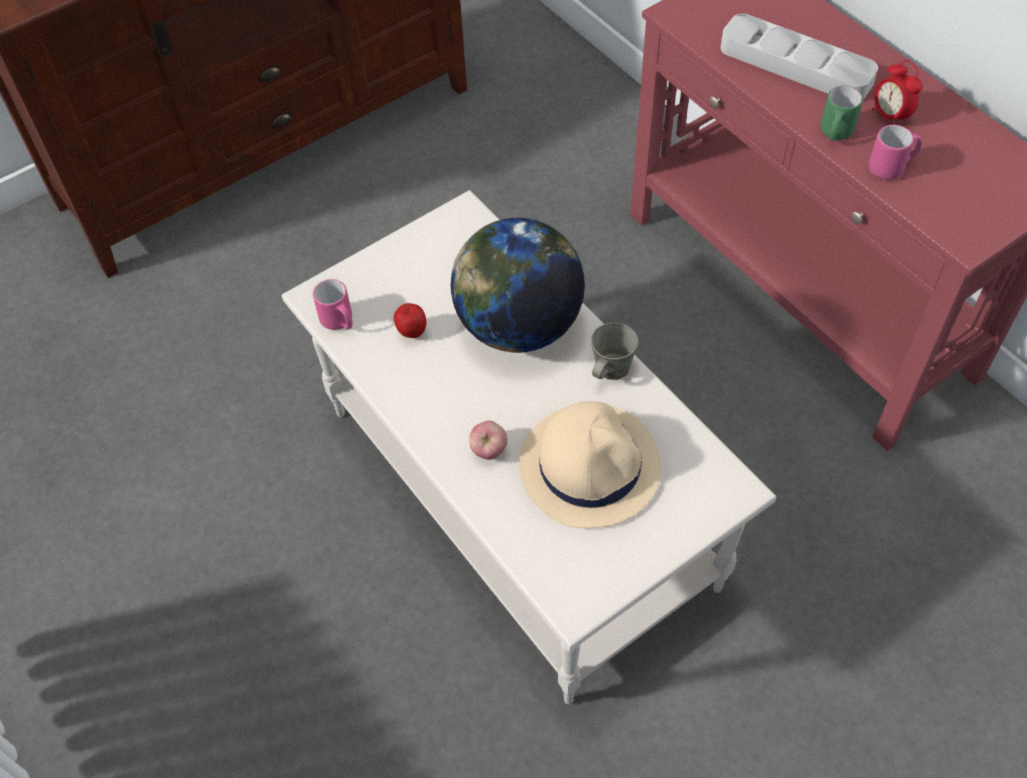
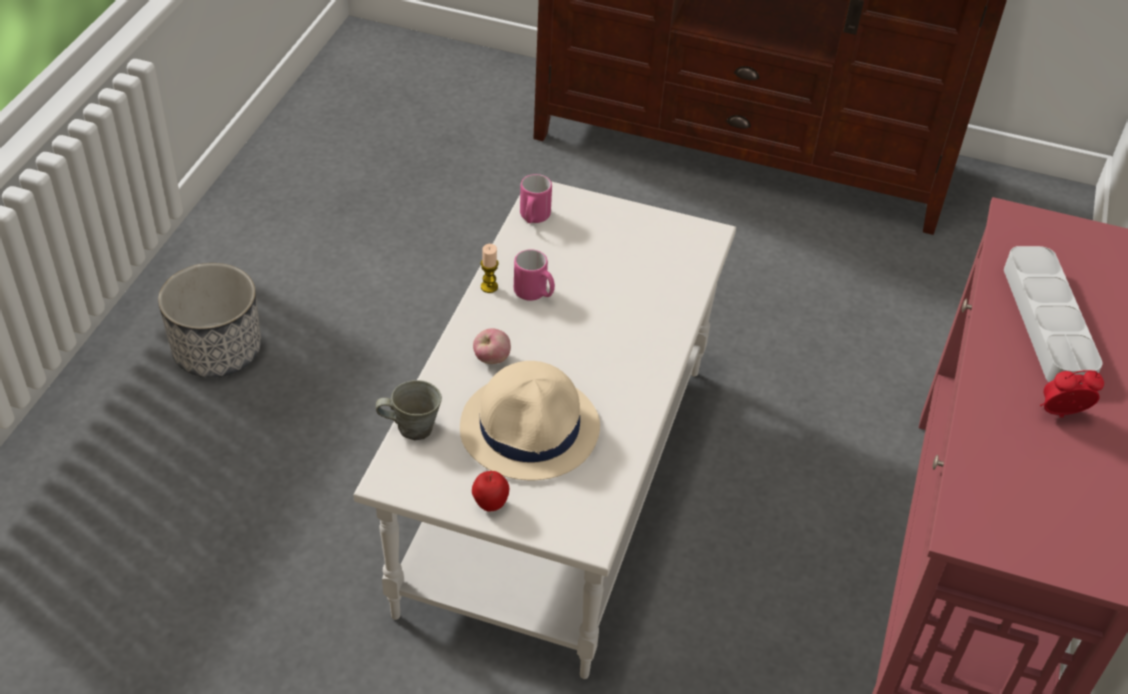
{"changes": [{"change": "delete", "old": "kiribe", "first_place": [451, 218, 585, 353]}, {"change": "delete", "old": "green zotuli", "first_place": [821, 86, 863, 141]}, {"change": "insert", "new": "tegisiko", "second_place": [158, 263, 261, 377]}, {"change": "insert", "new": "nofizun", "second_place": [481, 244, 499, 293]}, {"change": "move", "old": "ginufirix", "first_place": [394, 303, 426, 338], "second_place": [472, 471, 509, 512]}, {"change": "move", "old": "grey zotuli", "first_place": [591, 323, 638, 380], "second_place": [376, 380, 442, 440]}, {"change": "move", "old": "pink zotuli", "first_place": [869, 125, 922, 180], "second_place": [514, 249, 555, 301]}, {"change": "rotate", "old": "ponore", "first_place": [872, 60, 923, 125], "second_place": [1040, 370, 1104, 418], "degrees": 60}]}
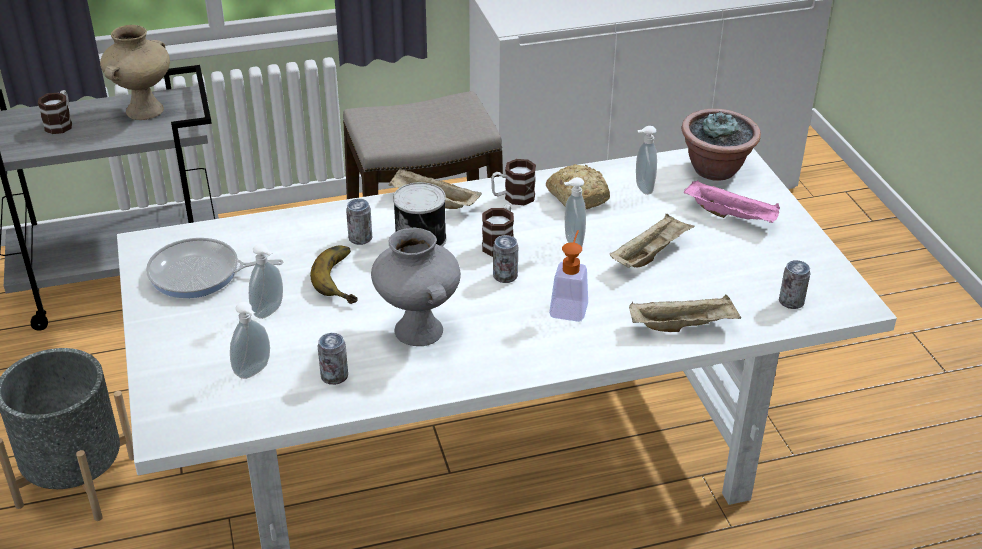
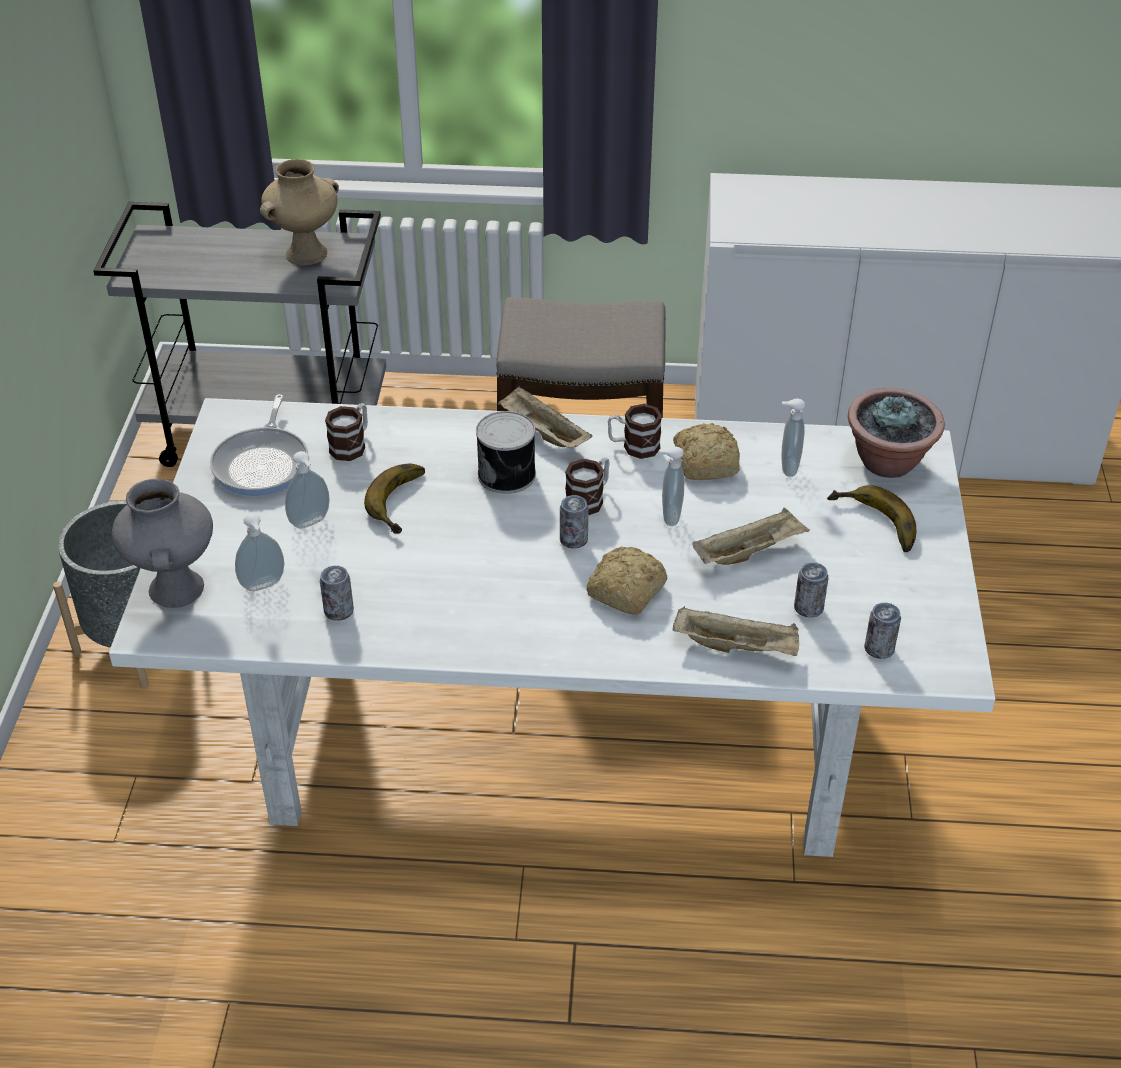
{"changes": [{"change": "move", "old": "zotuli", "first_place": [38, 90, 72, 134], "second_place": [325, 403, 368, 461]}, {"change": "move", "old": "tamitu", "first_place": [346, 199, 372, 245], "second_place": [794, 562, 828, 618]}, {"change": "move", "old": "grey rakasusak", "first_place": [371, 227, 461, 346], "second_place": [112, 479, 213, 608]}, {"change": "replace", "old": "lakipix", "new": "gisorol", "first_place": [549, 230, 588, 322], "second_place": [586, 547, 667, 615]}, {"change": "replace", "old": "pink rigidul", "new": "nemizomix", "first_place": [684, 180, 780, 223], "second_place": [827, 485, 916, 552]}, {"change": "rotate", "old": "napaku", "first_place": [146, 238, 284, 298], "second_place": [210, 394, 308, 496], "degrees": -105}]}
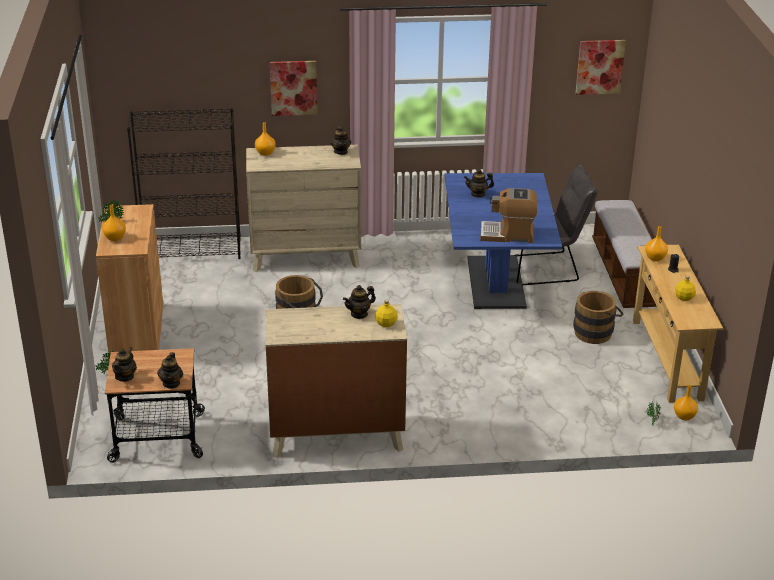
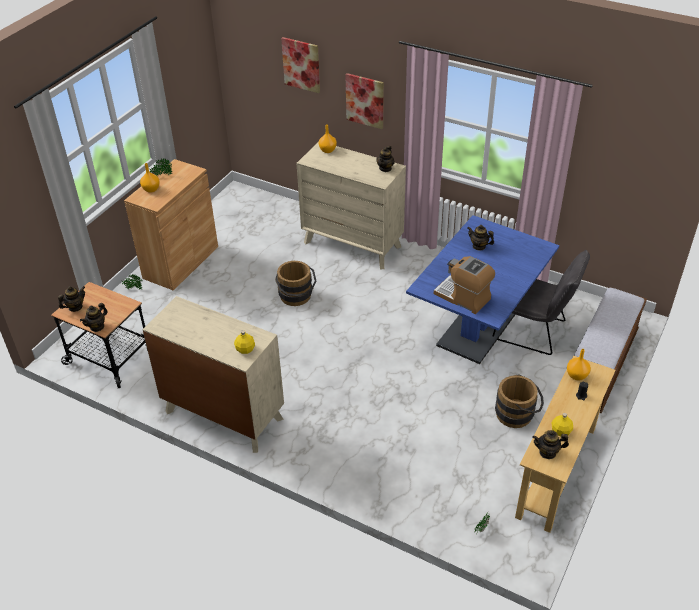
{"changes": [{"change": "delete", "old": "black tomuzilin", "first_place": [127, 108, 241, 259]}, {"change": "delete", "old": "orange rakasusak", "first_place": [674, 385, 698, 420]}, {"change": "move", "old": "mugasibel", "first_place": [343, 285, 376, 319], "second_place": [532, 430, 569, 459]}, {"change": "move", "old": "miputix", "first_place": [575, 40, 626, 95], "second_place": [281, 37, 320, 93]}]}
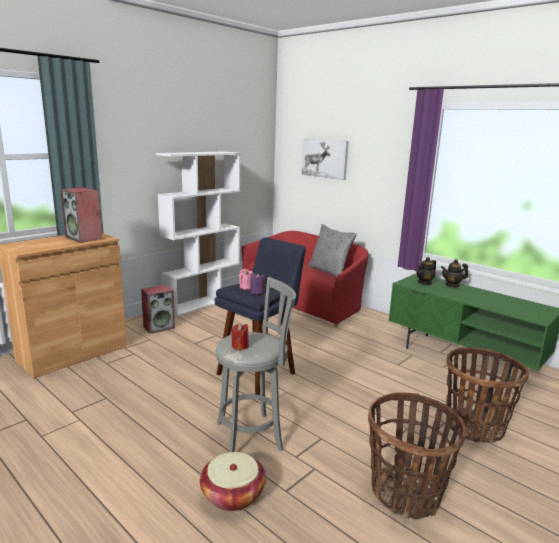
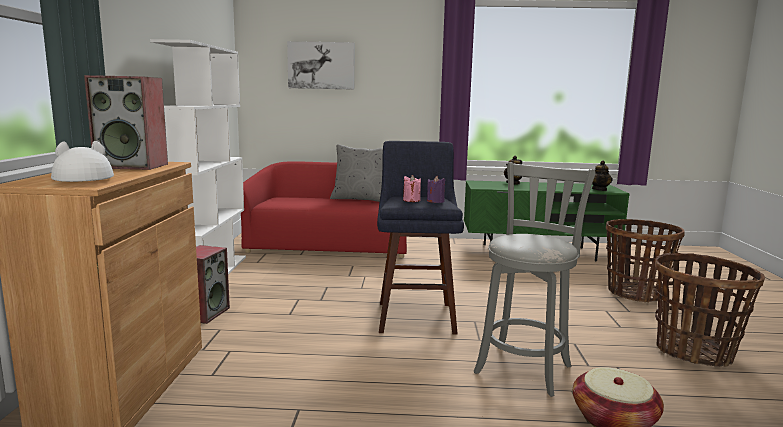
{"changes": [{"change": "delete", "old": "red nofizun", "first_place": [231, 323, 249, 350]}, {"change": "insert", "new": "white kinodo", "second_place": [51, 141, 114, 182]}, {"change": "move", "old": "mugasibel", "first_place": [416, 257, 436, 285], "second_place": [592, 160, 613, 191]}]}
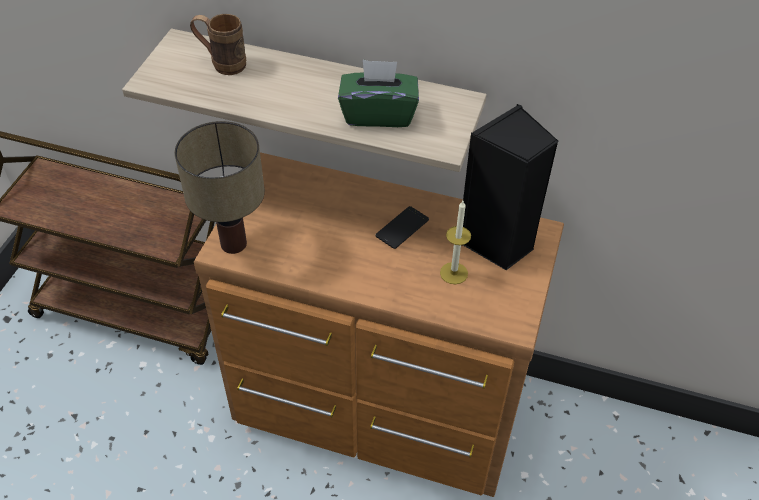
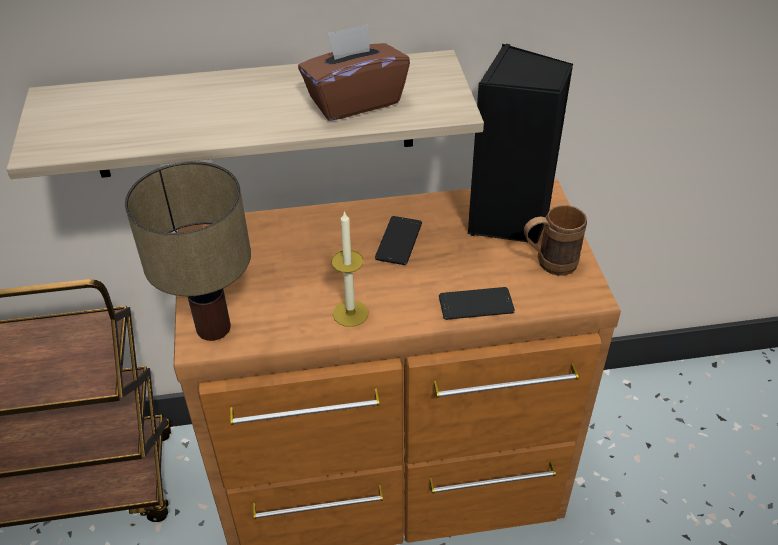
{"changes": [{"change": "insert", "new": "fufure", "second_place": [439, 287, 515, 320]}, {"change": "move", "old": "brown zotuli", "first_place": [190, 14, 246, 75], "second_place": [524, 205, 587, 276]}, {"change": "move", "old": "nofizun", "first_place": [440, 201, 471, 284], "second_place": [331, 211, 369, 327]}, {"change": "recolor", "old": "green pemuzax", "new": "brown pemuzax", "first_place": [338, 60, 419, 127], "second_place": [298, 24, 410, 121]}]}
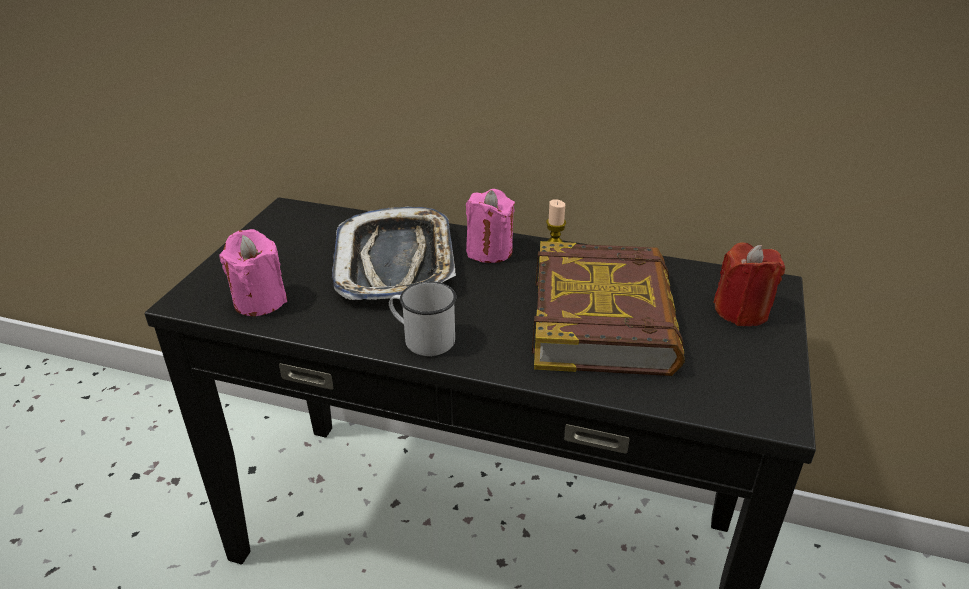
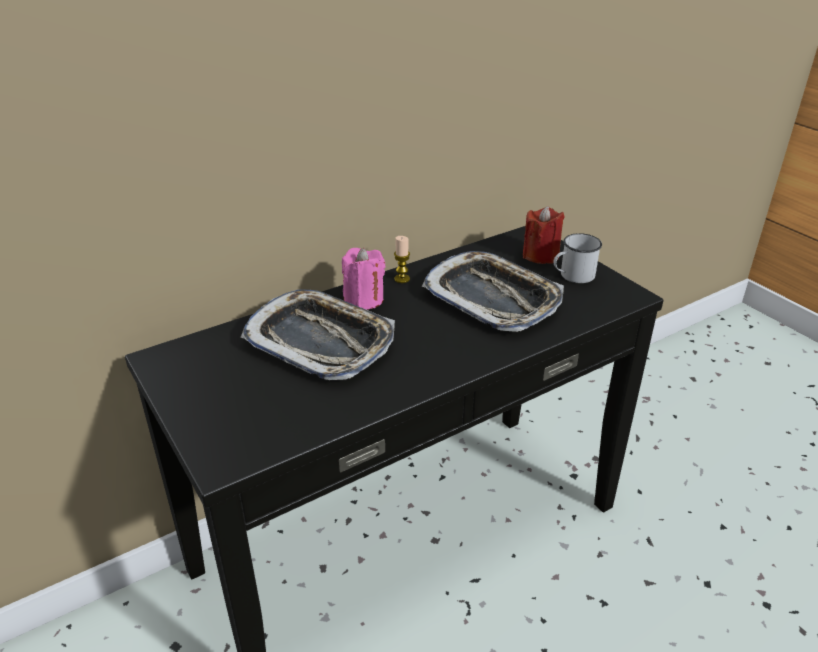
{"changes": [{"change": "delete", "old": "pink nofizun", "first_place": [219, 229, 287, 316]}, {"change": "move", "old": "white zotuli", "first_place": [389, 281, 456, 356], "second_place": [553, 233, 602, 283]}, {"change": "replace", "old": "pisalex", "new": "rigidul", "first_place": [532, 241, 685, 376], "second_place": [422, 251, 564, 332]}]}
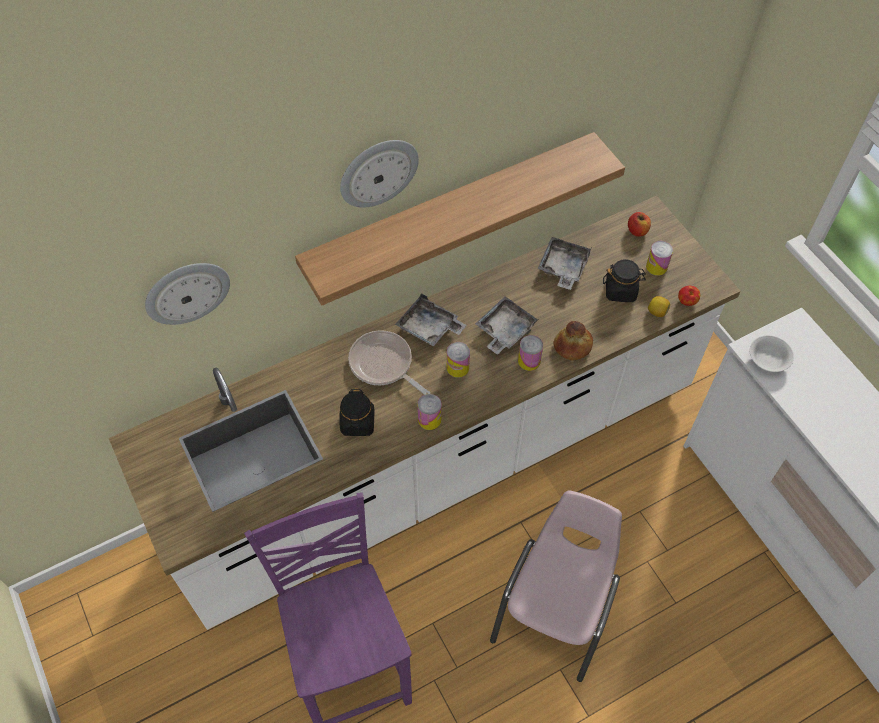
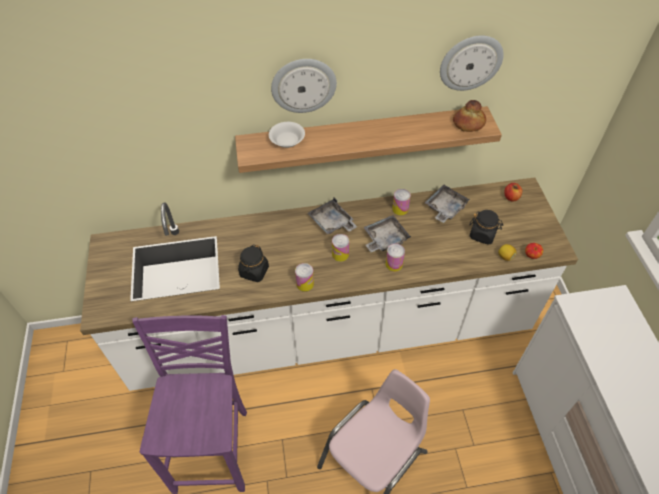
{"changes": [{"change": "delete", "old": "napaku", "first_place": [348, 330, 430, 395]}, {"change": "move", "old": "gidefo", "first_place": [145, 263, 230, 325], "second_place": [440, 36, 504, 91]}, {"change": "move", "old": "gisorol", "first_place": [553, 321, 593, 361], "second_place": [453, 100, 486, 132]}, {"change": "move", "old": "tamitu", "first_place": [646, 241, 673, 276], "second_place": [392, 189, 411, 216]}, {"change": "move", "old": "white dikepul", "first_place": [750, 335, 794, 372], "second_place": [269, 122, 305, 148]}]}
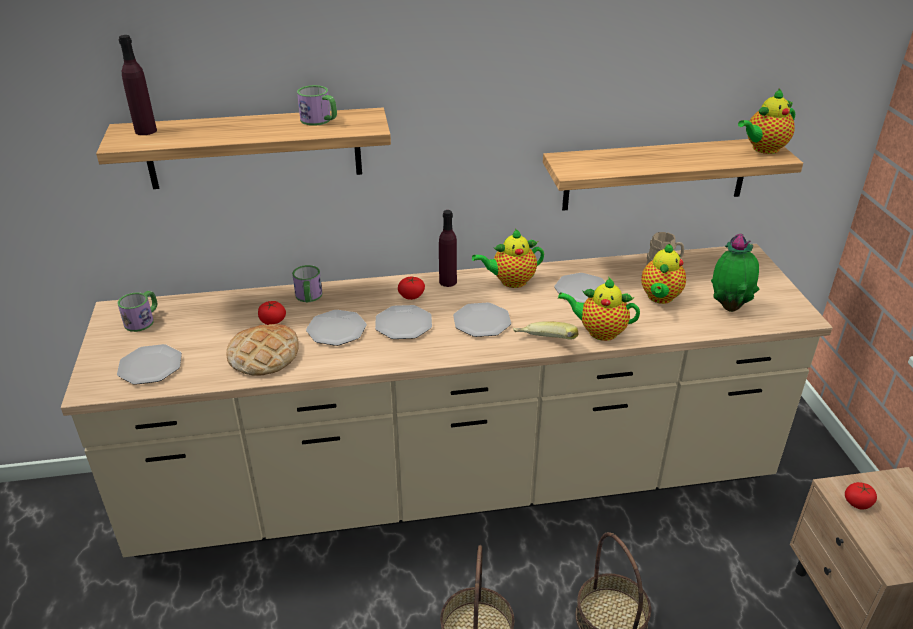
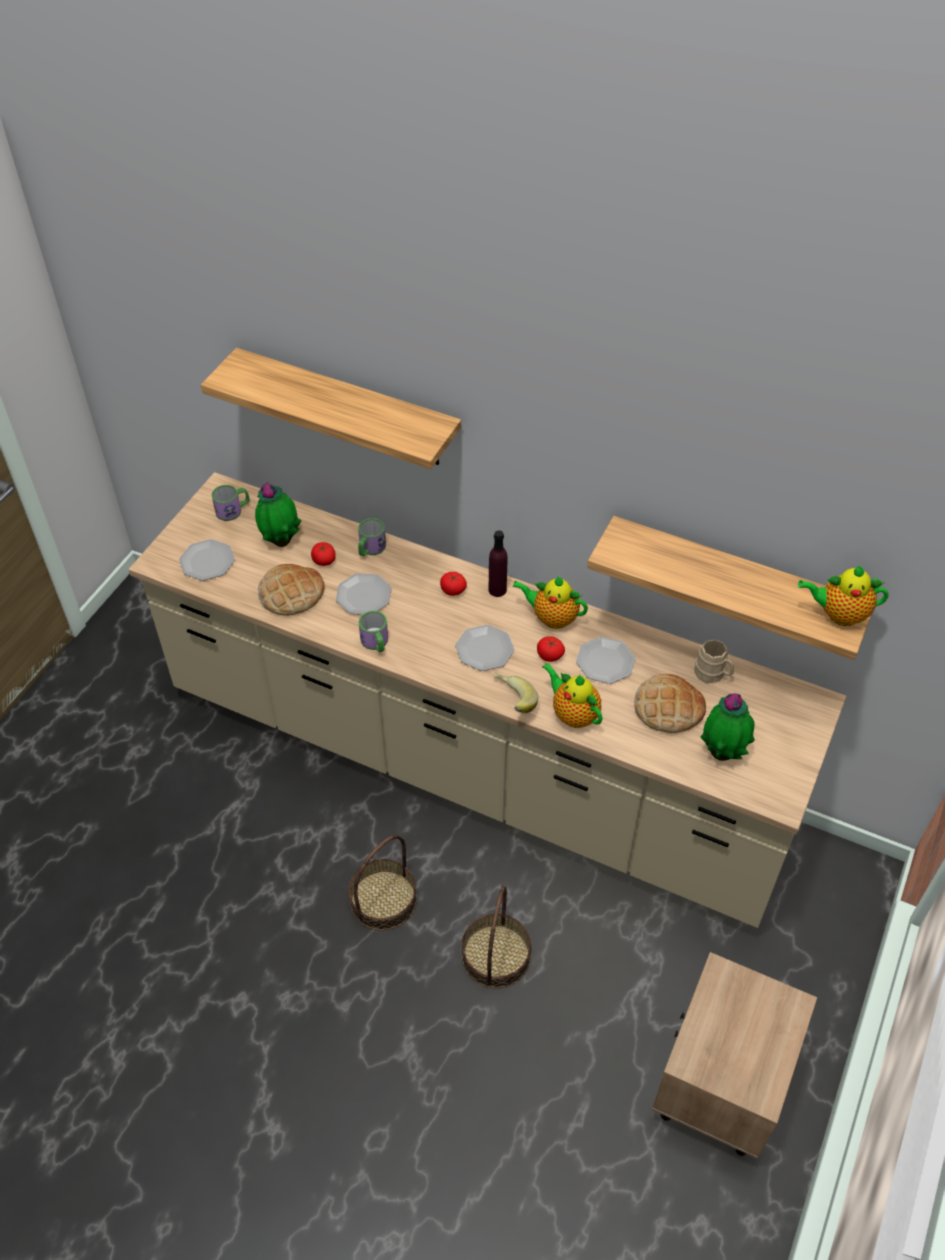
{"changes": [{"change": "delete", "old": "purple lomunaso", "first_place": [119, 35, 157, 135]}, {"change": "delete", "old": "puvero", "first_place": [375, 305, 432, 339]}, {"change": "insert", "new": "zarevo", "second_place": [255, 482, 302, 547]}, {"change": "move", "old": "zotuli", "first_place": [297, 85, 337, 126], "second_place": [359, 611, 388, 653]}, {"change": "move", "old": "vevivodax", "first_place": [845, 482, 877, 510], "second_place": [537, 637, 565, 662]}, {"change": "replace", "old": "mugasibel", "new": "gisorol", "first_place": [641, 243, 686, 304], "second_place": [634, 674, 706, 733]}]}
